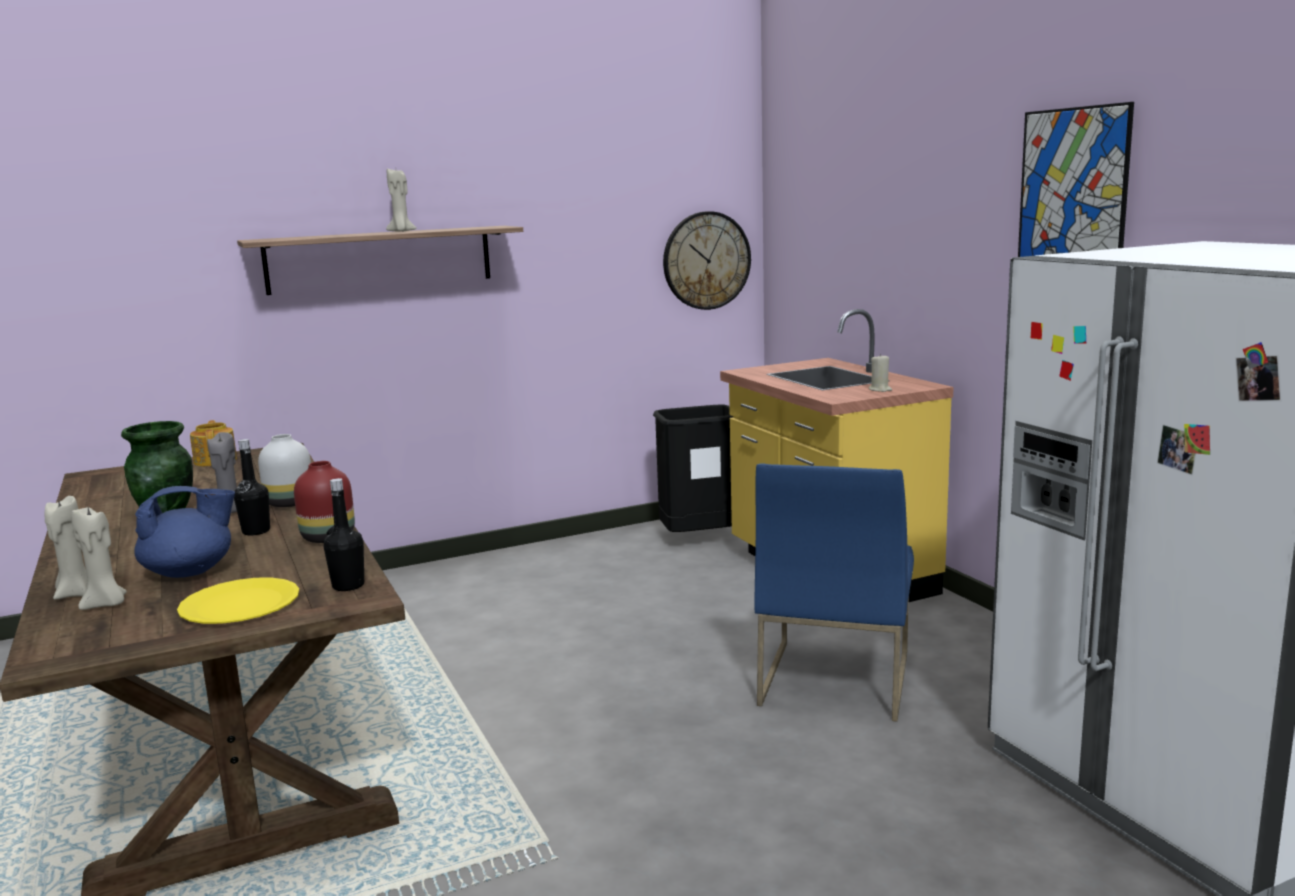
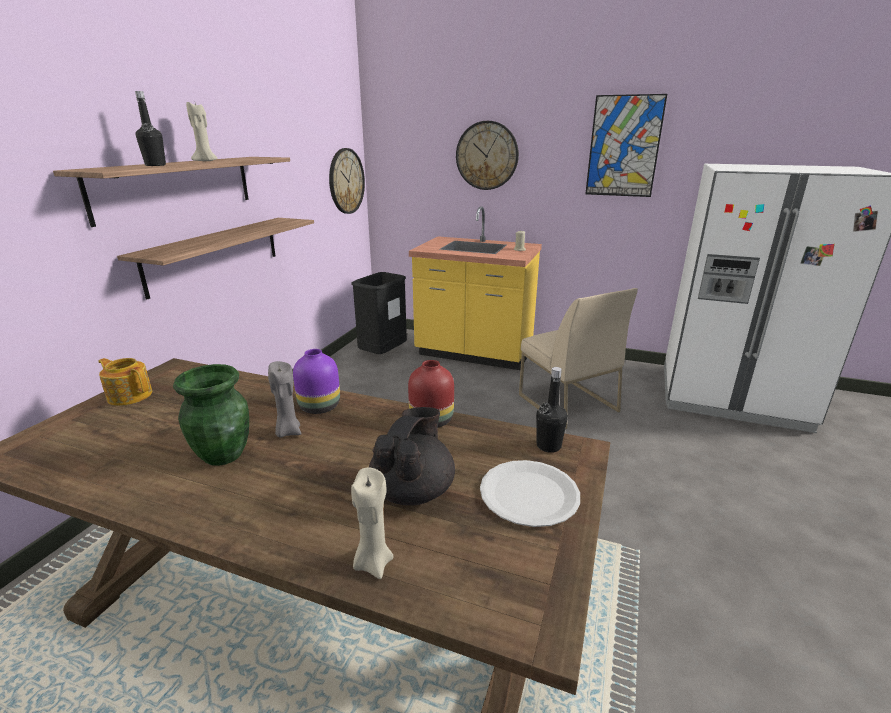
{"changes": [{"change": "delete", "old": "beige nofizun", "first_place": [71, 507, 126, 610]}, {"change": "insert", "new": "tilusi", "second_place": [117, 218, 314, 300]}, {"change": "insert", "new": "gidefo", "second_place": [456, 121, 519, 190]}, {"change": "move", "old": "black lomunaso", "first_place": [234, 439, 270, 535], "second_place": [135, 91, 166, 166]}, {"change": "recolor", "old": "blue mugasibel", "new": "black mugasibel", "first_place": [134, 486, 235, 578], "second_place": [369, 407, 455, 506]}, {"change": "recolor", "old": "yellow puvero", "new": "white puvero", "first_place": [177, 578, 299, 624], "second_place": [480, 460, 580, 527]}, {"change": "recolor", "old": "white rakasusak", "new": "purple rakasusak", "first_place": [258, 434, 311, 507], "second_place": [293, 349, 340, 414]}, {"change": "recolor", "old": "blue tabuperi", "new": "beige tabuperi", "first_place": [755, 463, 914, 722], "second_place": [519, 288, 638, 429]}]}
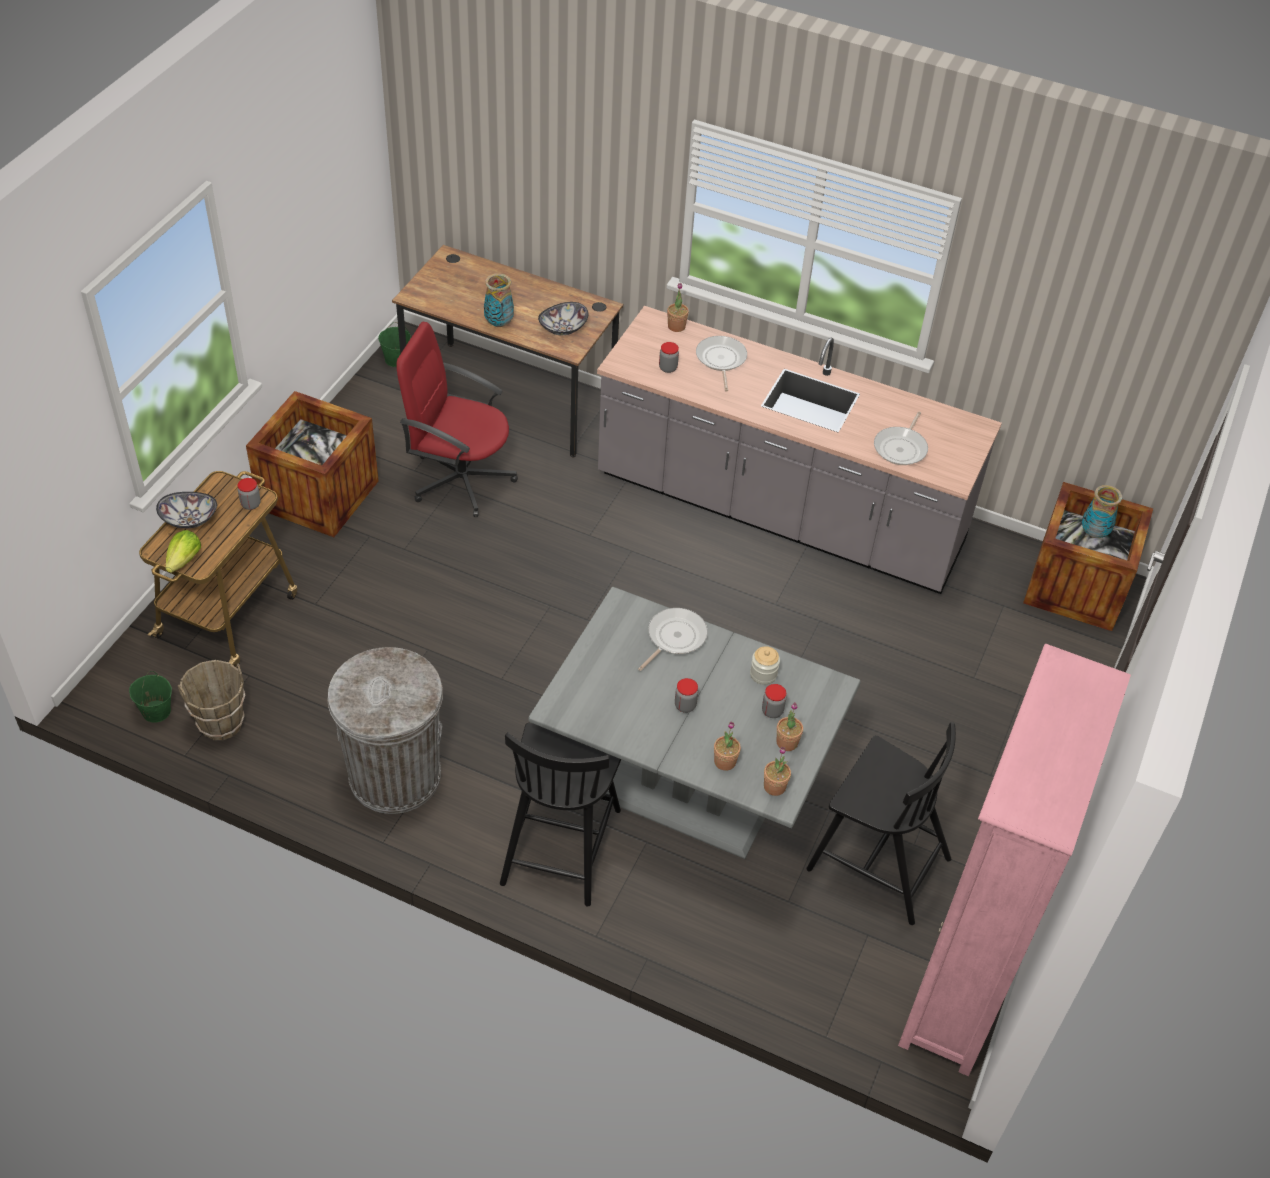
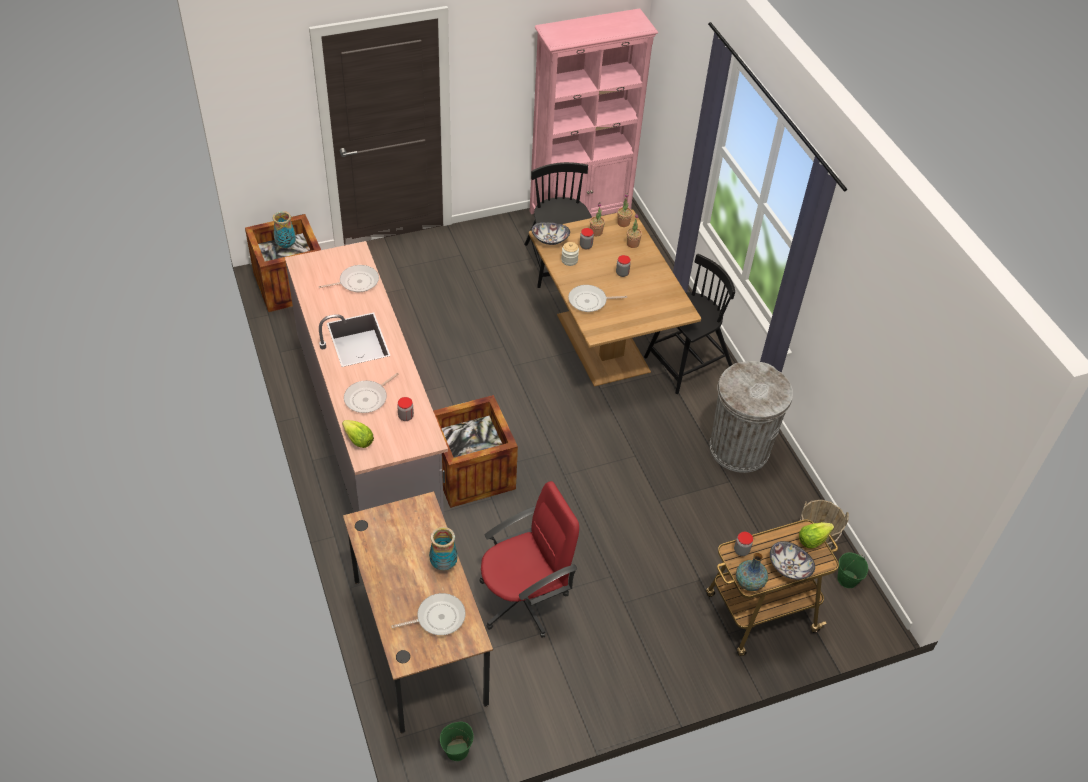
{"changes": [{"change": "insert", "new": "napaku", "second_place": [391, 593, 466, 635]}, {"change": "insert", "new": "rakasusak", "second_place": [736, 553, 768, 591]}, {"change": "move", "old": "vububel", "first_place": [246, 391, 379, 537], "second_place": [433, 395, 518, 508]}, {"change": "move", "old": "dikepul", "first_place": [538, 302, 588, 335], "second_place": [532, 222, 570, 245]}, {"change": "replace", "old": "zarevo", "new": "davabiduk", "first_place": [667, 283, 689, 332], "second_place": [342, 420, 374, 448]}, {"change": "recolor", "old": "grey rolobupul", "new": "brown rolobupul", "first_place": [529, 587, 861, 859], "second_place": [529, 210, 701, 387]}, {"change": "rotate", "old": "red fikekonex", "first_place": [397, 322, 518, 517], "second_place": [479, 481, 579, 638], "degrees": -90}]}
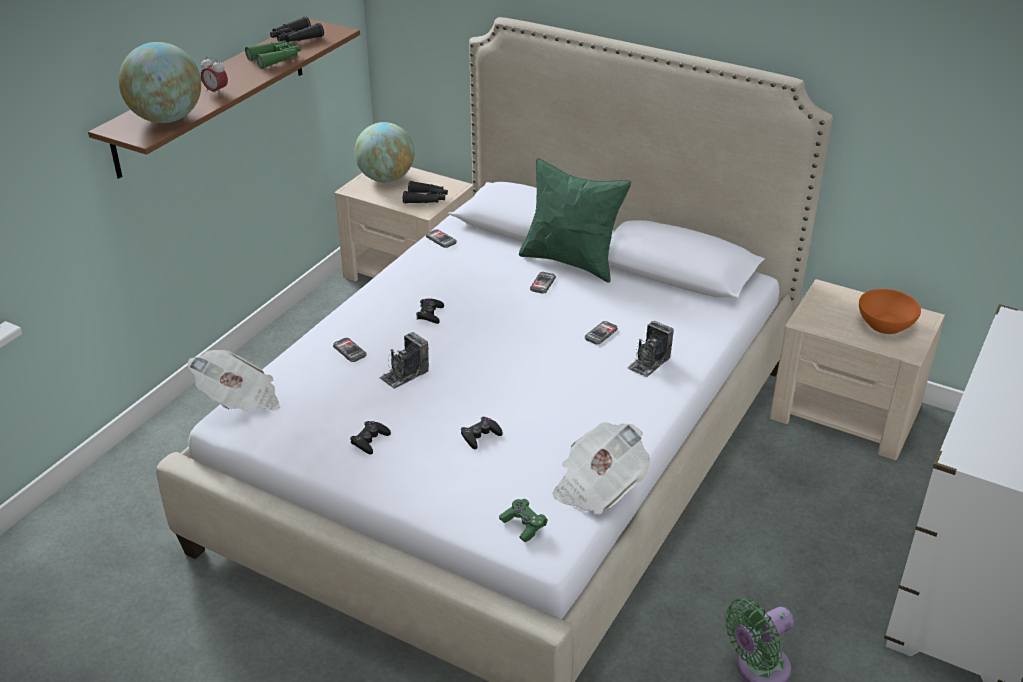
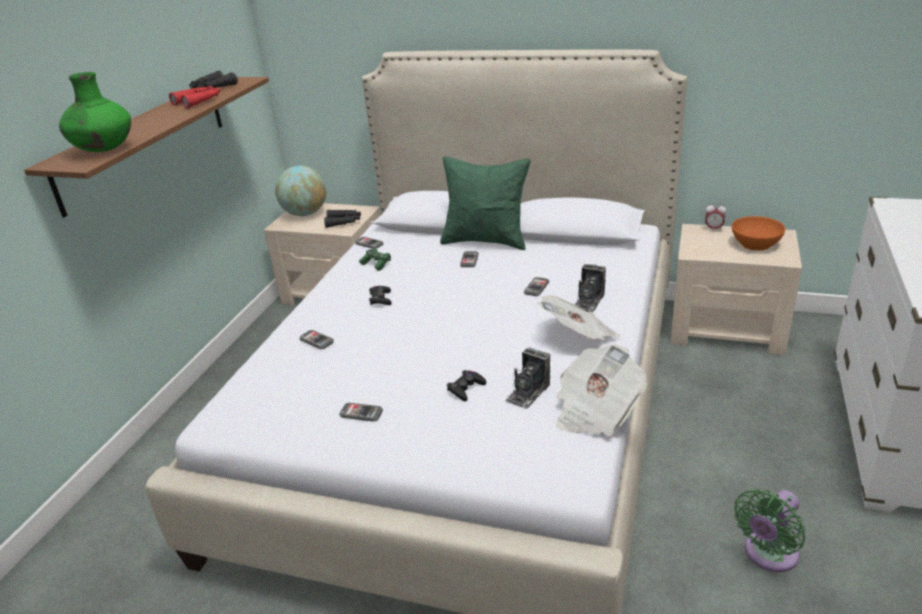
{"changes": [{"change": "move", "old": "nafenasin", "first_place": [188, 350, 280, 412], "second_place": [538, 296, 620, 340]}, {"change": "move", "old": "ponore", "first_place": [201, 56, 228, 96], "second_place": [705, 203, 726, 231]}, {"change": "move", "old": "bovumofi", "first_place": [379, 332, 429, 389], "second_place": [505, 347, 550, 409]}, {"change": "move", "old": "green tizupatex", "first_place": [499, 499, 547, 542], "second_place": [359, 249, 391, 271]}, {"change": "replace", "old": "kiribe", "new": "green rakasusak", "first_place": [119, 42, 201, 123], "second_place": [59, 72, 131, 152]}, {"change": "replace", "old": "black tizupatex", "new": "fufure", "first_place": [350, 421, 391, 455], "second_place": [339, 403, 383, 422]}, {"change": "recolor", "old": "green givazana", "new": "red givazana", "first_place": [245, 41, 301, 69], "second_place": [169, 86, 220, 109]}]}
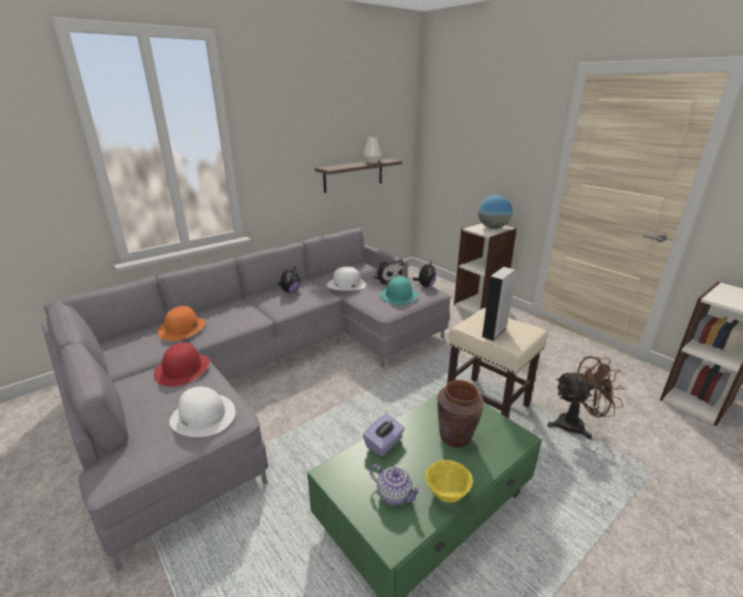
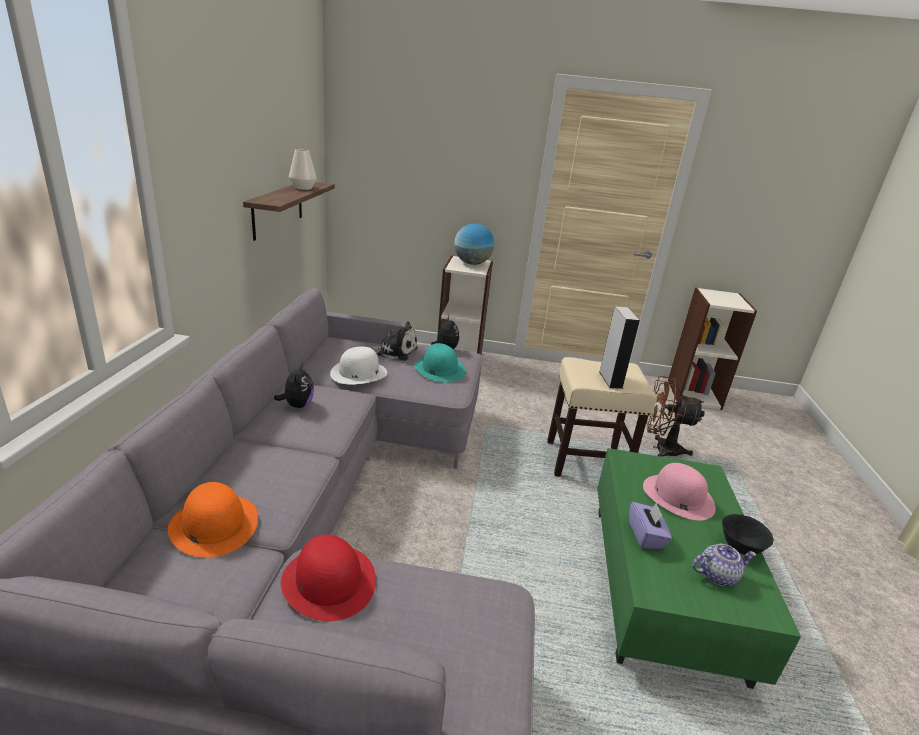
{"changes": [{"change": "delete", "old": "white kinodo", "first_place": [169, 386, 235, 437]}, {"change": "replace", "old": "brown rakasusak", "new": "pink kinodo", "first_place": [437, 380, 484, 447], "second_place": [643, 463, 716, 520]}, {"change": "recolor", "old": "yellow dikepul", "new": "black dikepul", "first_place": [425, 460, 473, 503], "second_place": [722, 514, 774, 555]}, {"change": "rotate", "old": "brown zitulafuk", "first_place": [547, 356, 625, 439], "second_place": [646, 376, 705, 457], "degrees": -120}]}
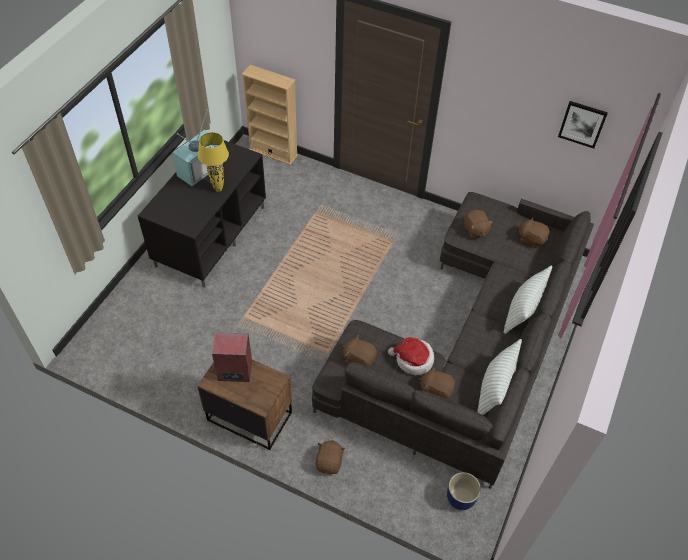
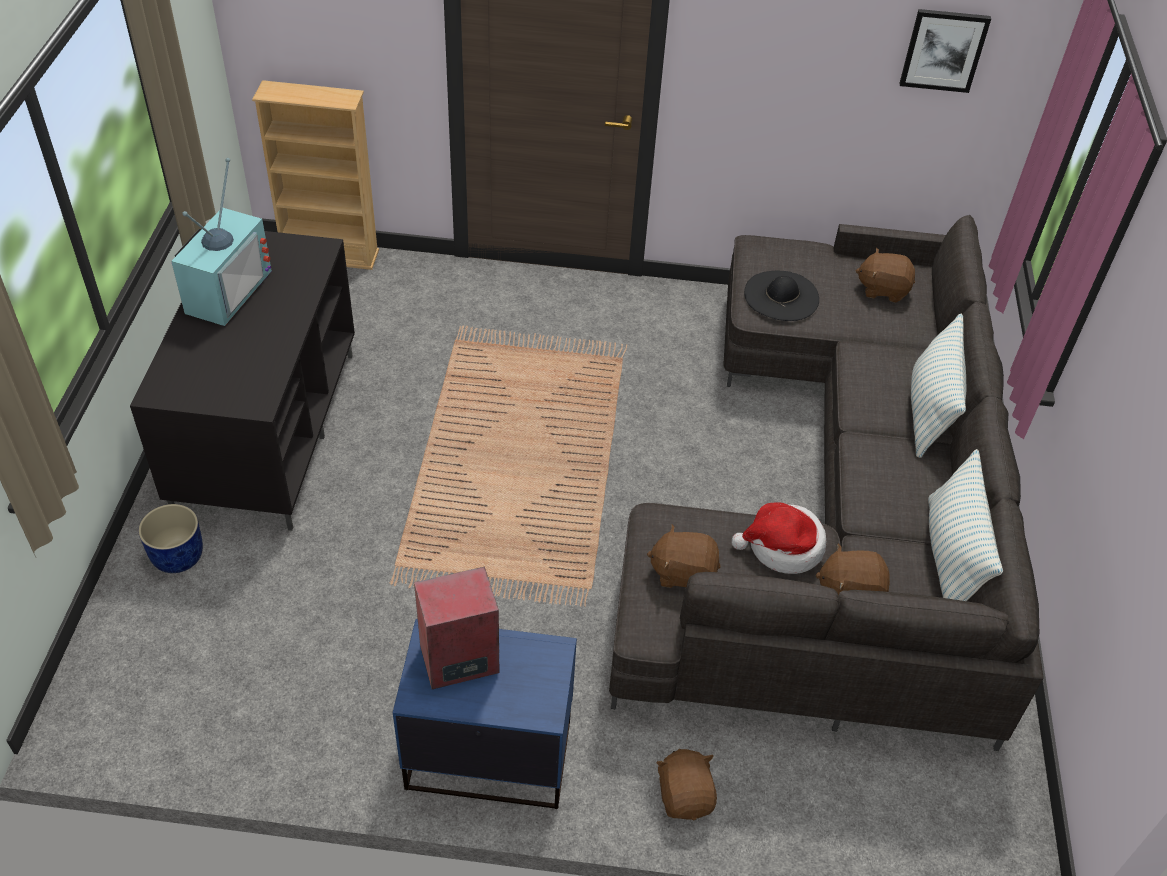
{"changes": [{"change": "delete", "old": "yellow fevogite", "first_place": [198, 132, 229, 192]}, {"change": "move", "old": "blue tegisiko", "first_place": [447, 472, 481, 510], "second_place": [138, 504, 203, 573]}, {"change": "replace", "old": "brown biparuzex", "new": "black kinodo", "first_place": [464, 210, 493, 238], "second_place": [744, 271, 819, 321]}, {"change": "recolor", "old": "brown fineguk", "new": "blue fineguk", "first_place": [197, 360, 292, 450], "second_place": [393, 619, 577, 809]}]}
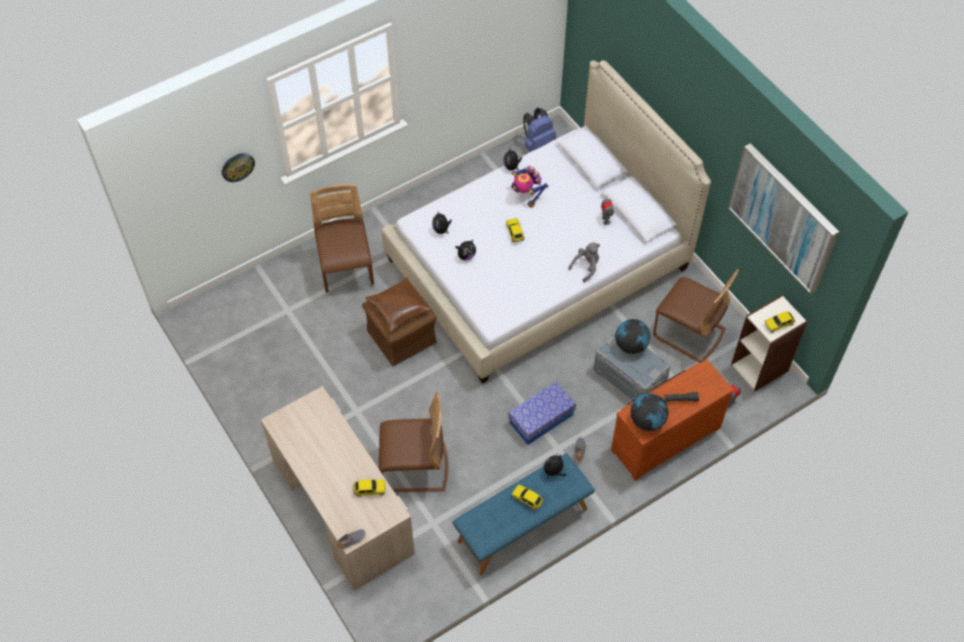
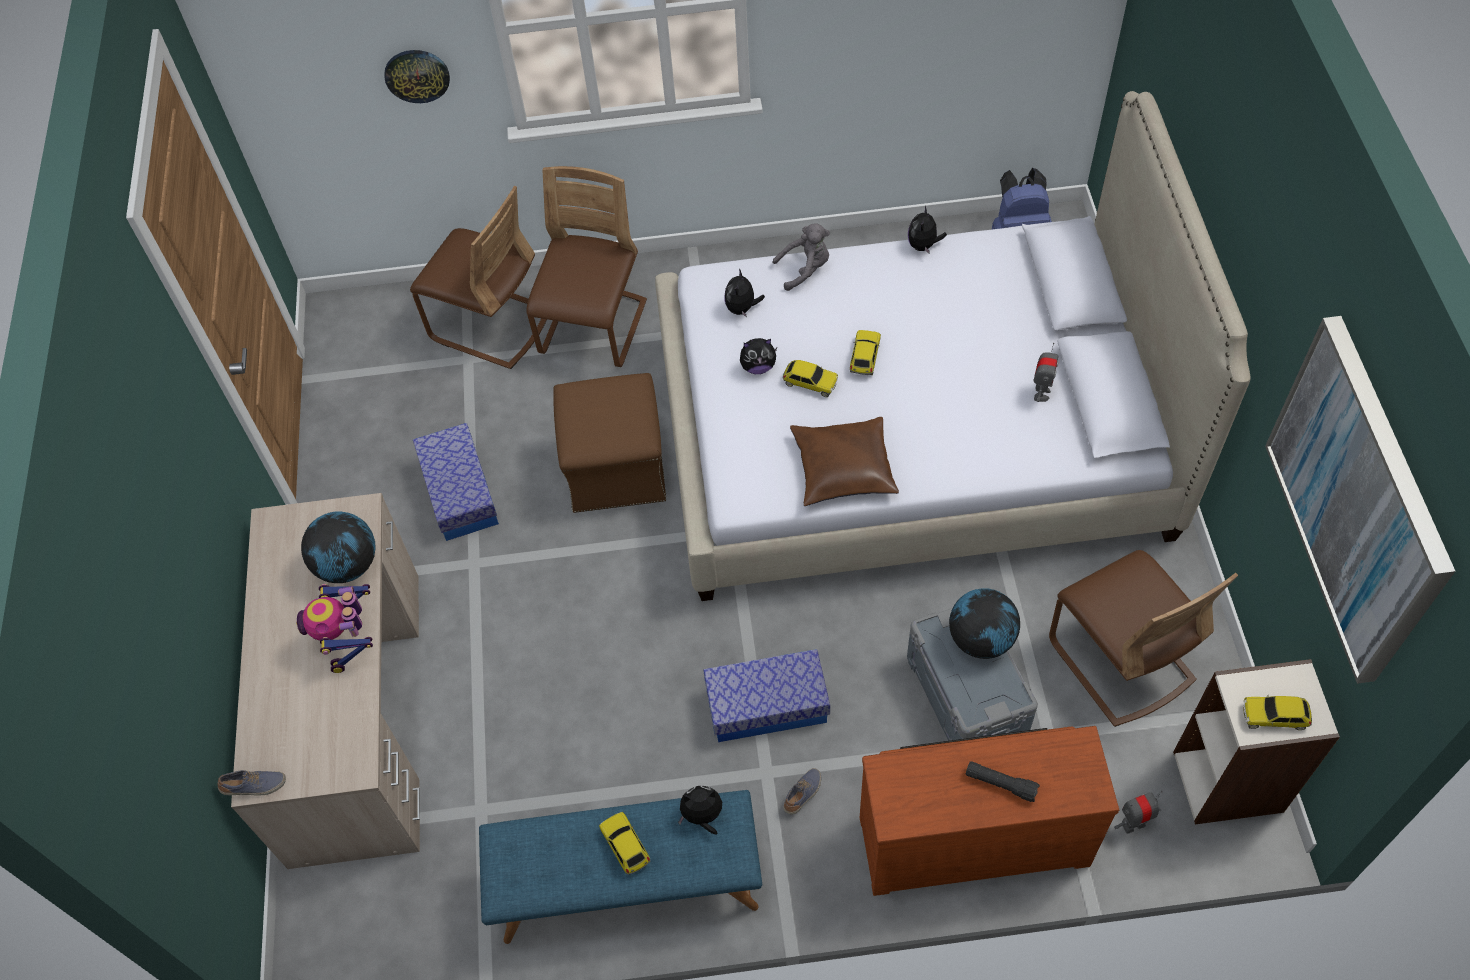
{"changes": [{"change": "insert", "new": "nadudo", "second_place": [413, 423, 499, 541]}, {"change": "move", "old": "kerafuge", "first_place": [353, 479, 386, 497], "second_place": [783, 360, 838, 397]}, {"change": "move", "old": "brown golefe", "first_place": [365, 277, 432, 333], "second_place": [790, 417, 899, 506]}, {"change": "move", "old": "brown tabuperi", "first_place": [379, 391, 448, 492], "second_place": [410, 186, 547, 369]}, {"change": "move", "old": "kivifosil", "first_place": [511, 166, 548, 208], "second_place": [296, 584, 373, 673]}, {"change": "move", "old": "grey biparuzex", "first_place": [568, 242, 600, 282], "second_place": [772, 223, 830, 291]}, {"change": "move", "old": "kiribe", "first_place": [631, 393, 668, 431], "second_place": [301, 511, 376, 583]}]}
